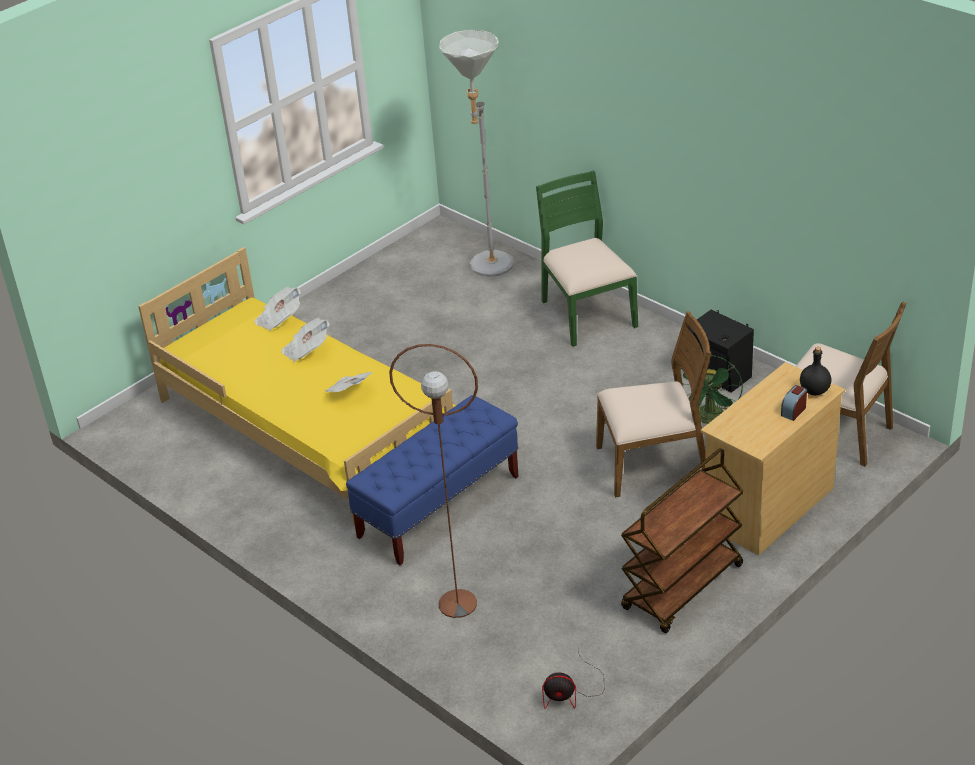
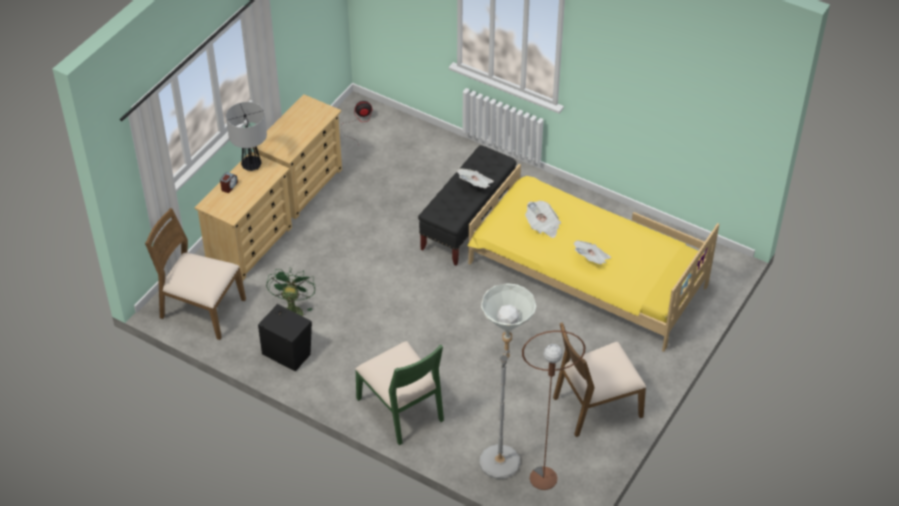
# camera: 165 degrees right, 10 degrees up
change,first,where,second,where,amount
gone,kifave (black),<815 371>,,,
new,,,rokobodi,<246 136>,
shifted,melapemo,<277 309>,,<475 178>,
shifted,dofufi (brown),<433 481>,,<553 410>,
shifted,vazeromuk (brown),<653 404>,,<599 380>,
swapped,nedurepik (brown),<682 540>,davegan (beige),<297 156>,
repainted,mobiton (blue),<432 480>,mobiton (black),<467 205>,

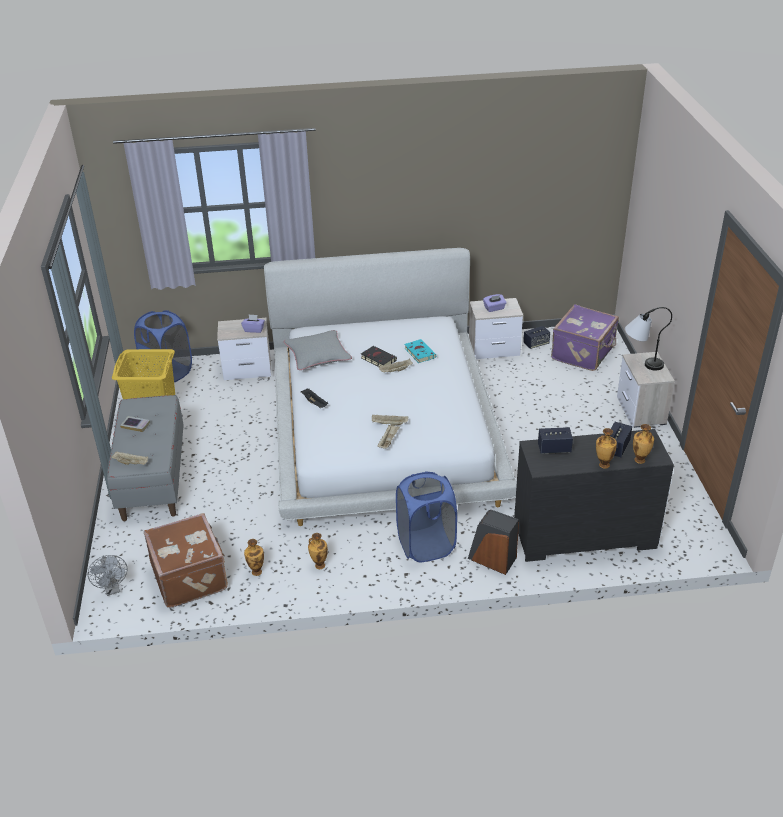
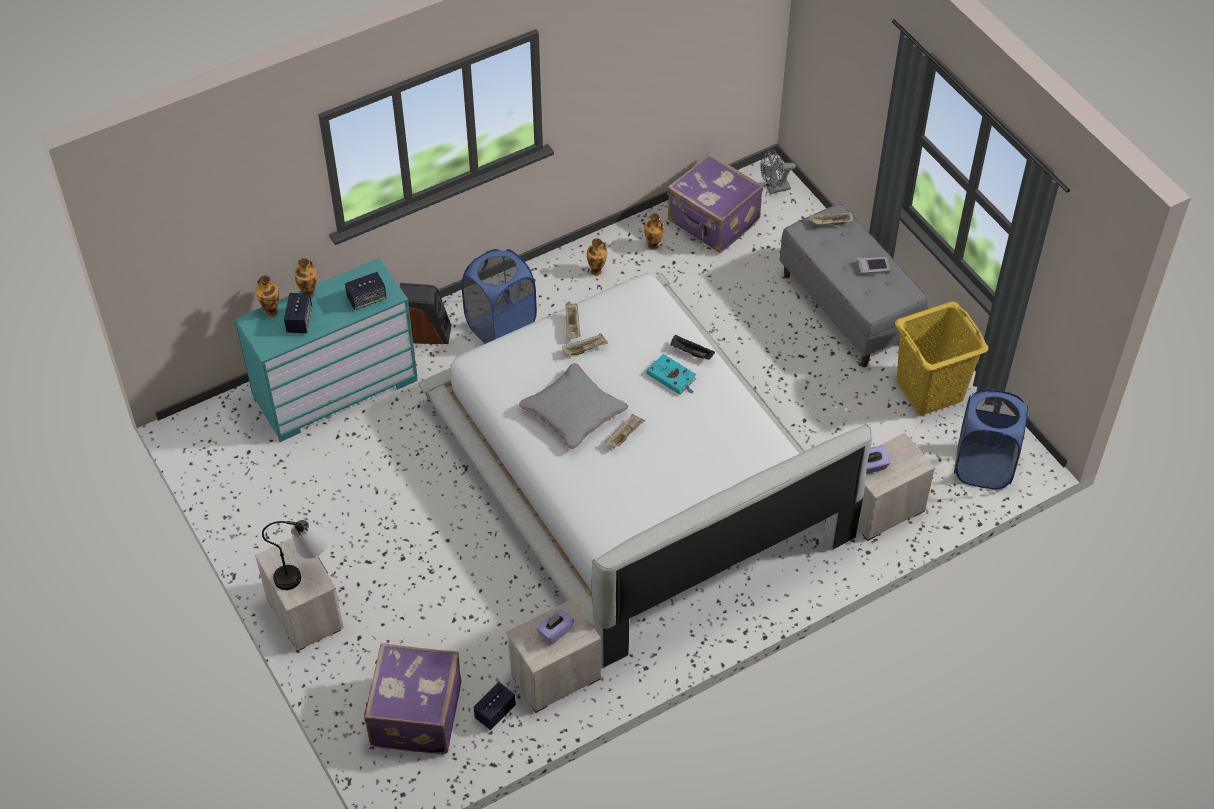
# camera: 155 degrees right, 15 degrees up
change,first,where,second,where,amount
gone,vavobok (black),<379 356>,,,
shifted,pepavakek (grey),<318 350>,,<573 406>,
shifted,vavobok (turquoise),<420 351>,,<671 374>,
repainted,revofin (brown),<186 560>,revofin (purple),<715 203>,
repainted,davegan (black),<594 495>,davegan (turquoise),<326 350>,
rotated,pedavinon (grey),<107 575>,,<778 171>,60 degrees counterclockwise

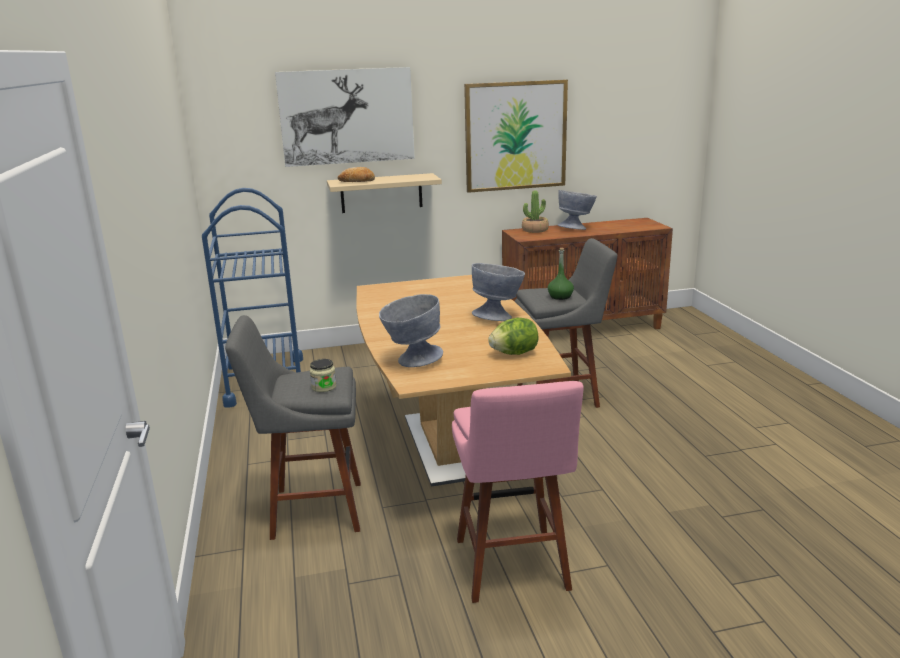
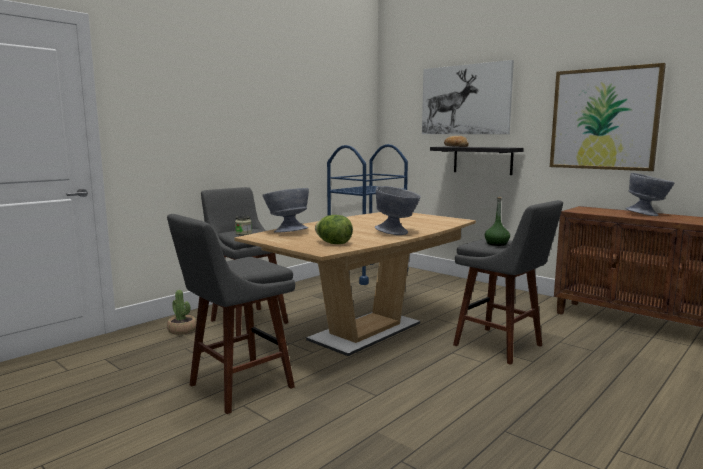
# camera: 55 degrees right, 10 degrees down
change,first,where,second,where,amount
shifted,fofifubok,<535 211>,,<182 312>,
repainted,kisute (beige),<384 193>,kisute (black),<477 160>,
repainted,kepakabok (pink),<518 492>,kepakabok (grey),<231 314>,

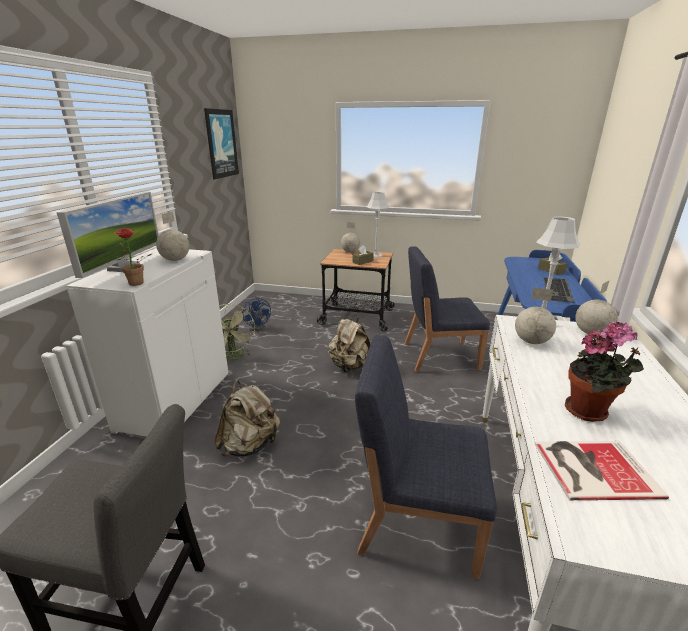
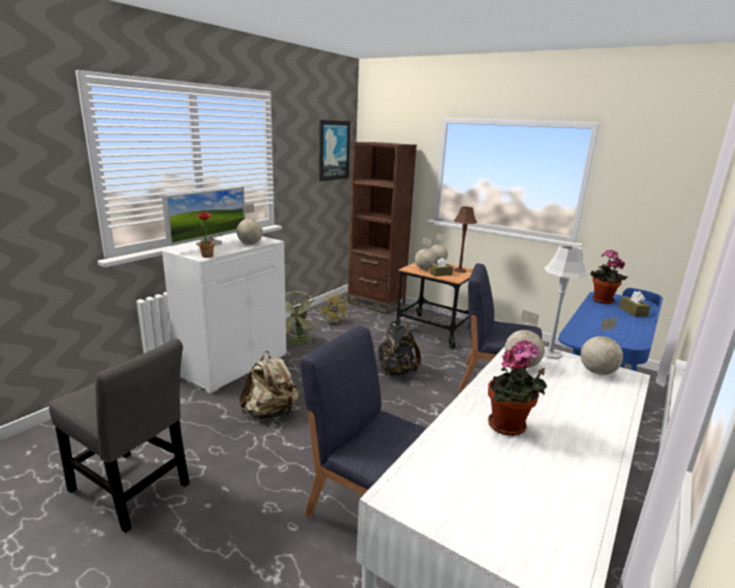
# camera: 20 degrees right, 5 degrees down
change,first,where,second,where,amount
gone,vavobok,<602 470>,,,
gone,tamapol,<559 290>,,,
new,,,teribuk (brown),<382 228>,
new,,,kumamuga,<425 253>,
new,,,fofifubok,<609 276>,
repainted,pedavinon (blue),<257 314>,pedavinon (yellow),<334 308>,
repainted,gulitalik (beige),<349 343>,gulitalik (black),<399 349>,
repainted,rokobodi (grey),<378 225>,rokobodi (brown),<465 239>,

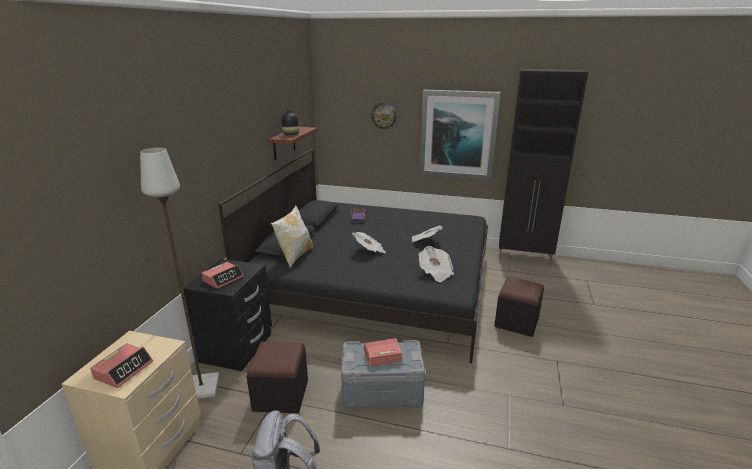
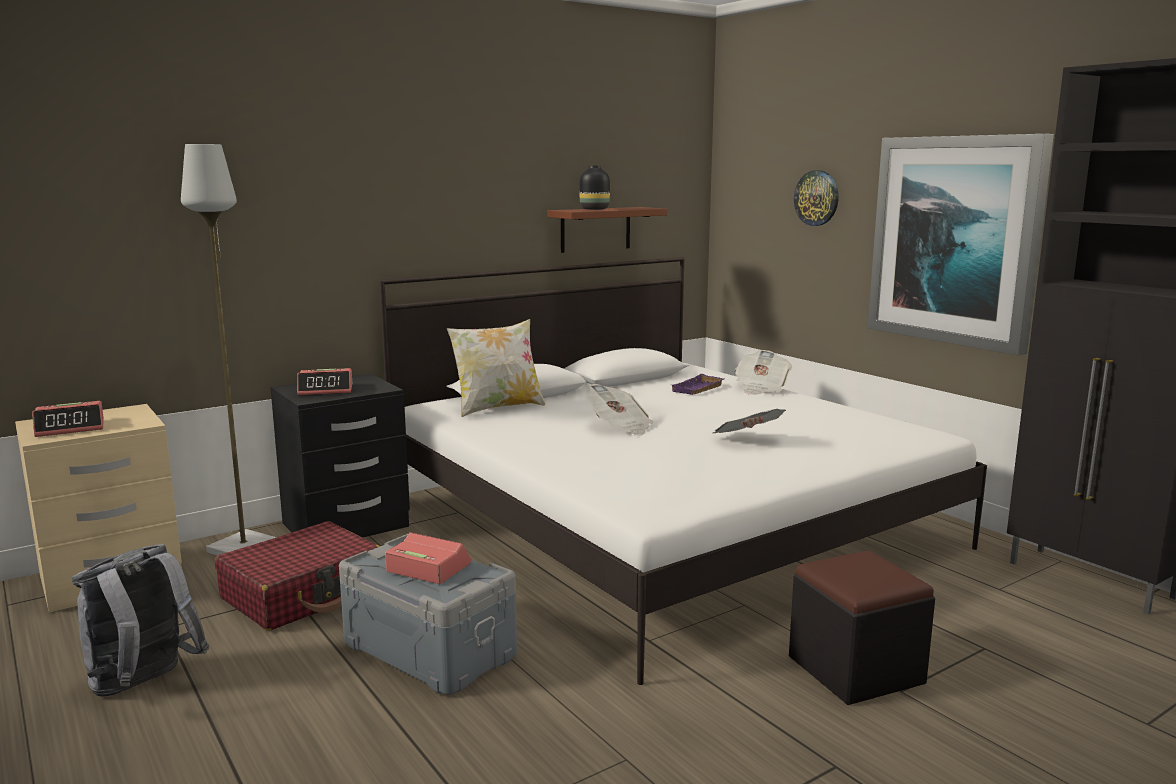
# camera: 40 degrees right, 10 degrees down
change,first,where,second,where,amount
shifted,melapemo,<436 264>,,<763 372>,
swapped,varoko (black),<277 377>,revofin (red),<297 576>,
repainted,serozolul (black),<353 255>,serozolul (white),<683 471>,

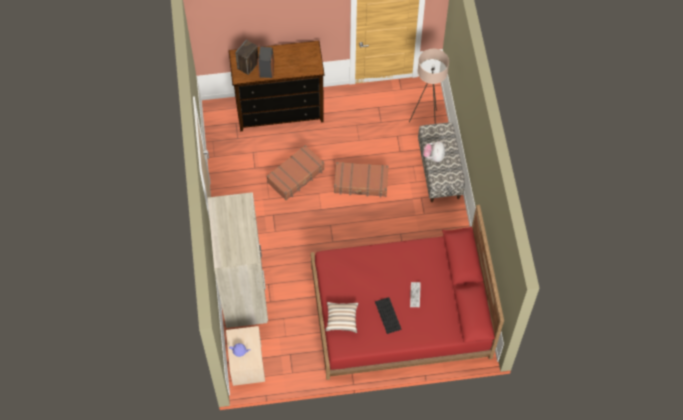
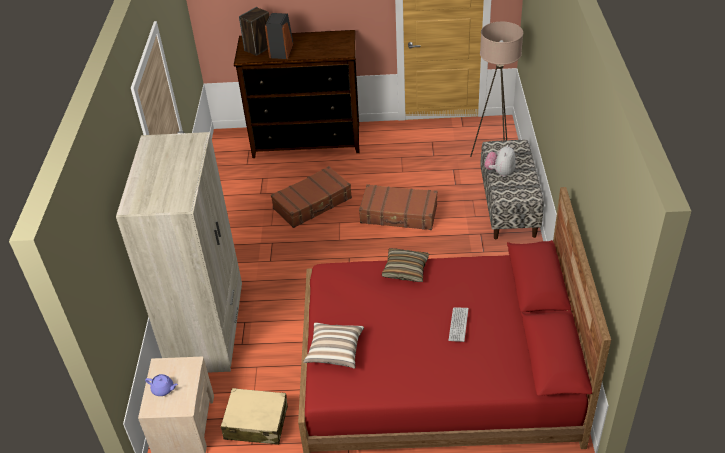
# camera: 10 degrees right, 20 degrees down
change,first,where,second,where,amount
gone,tamapol,<388 315>,,,
new,,,revofin (beige),<254 416>,
new,,,pepavakek,<406 265>,

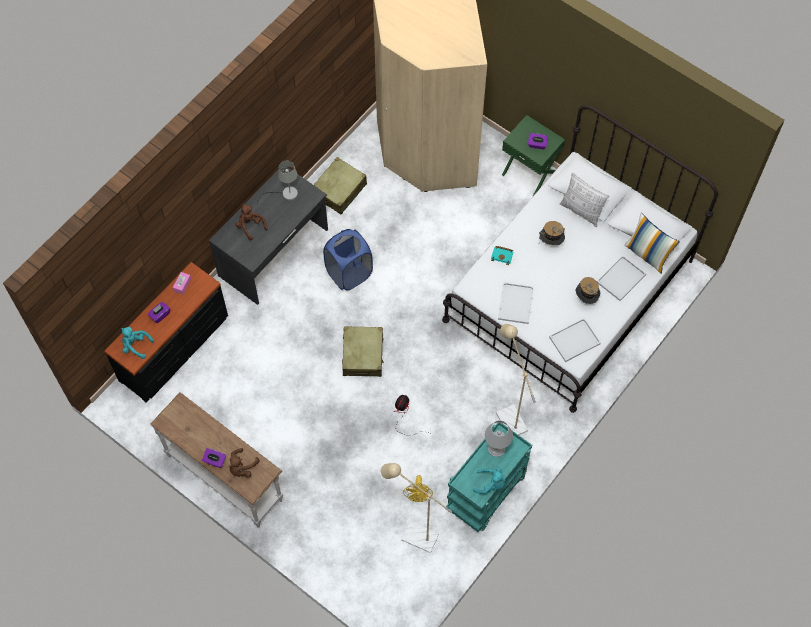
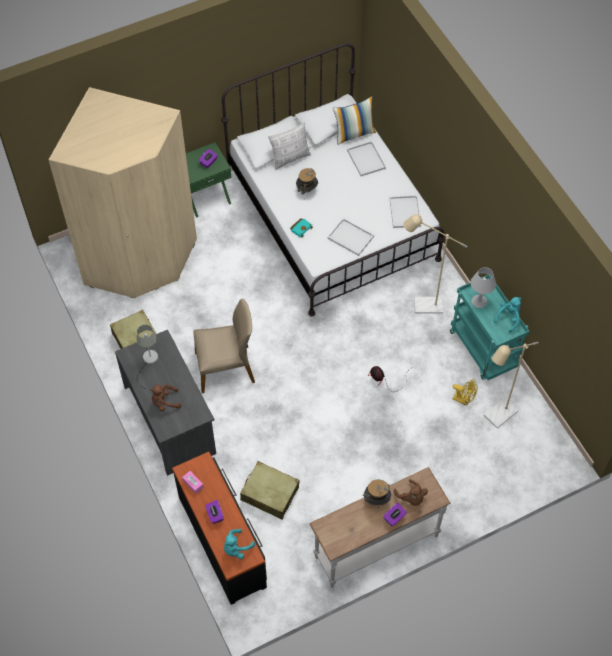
# camera: 65 degrees left, 5 degrees down
change,first,where,second,where,amount
shifted,revofin (beige),<363 351>,,<270 490>,
shifted,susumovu,<587 290>,,<377 492>,
swapped,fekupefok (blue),<348 259>,vazeromuk (beige),<224 346>,

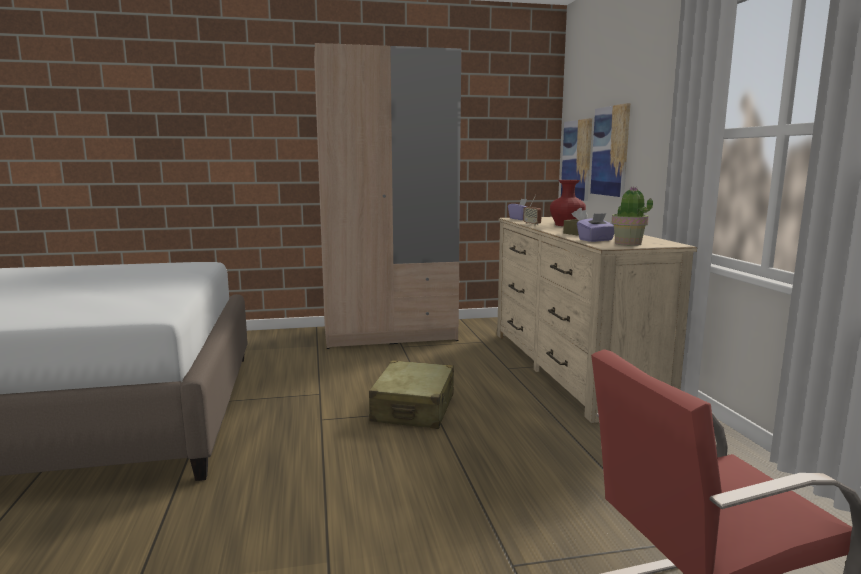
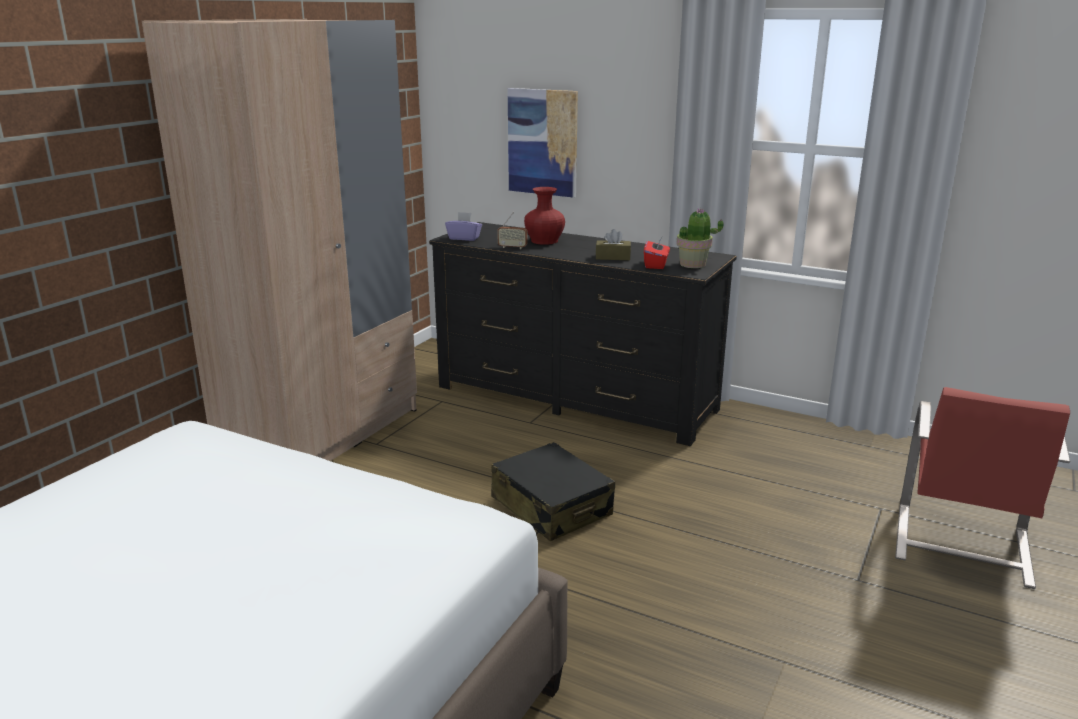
# camera: 50 degrees left, 10 degrees up
change,first,where,second,where,amount
gone,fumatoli,<576 159>,,,
repainted,revofin (beige),<411 394>,revofin (black),<553 491>,
repainted,davegan (beige),<597 320>,davegan (black),<583 334>,
repainted,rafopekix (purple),<595 227>,rafopekix (red),<657 252>,

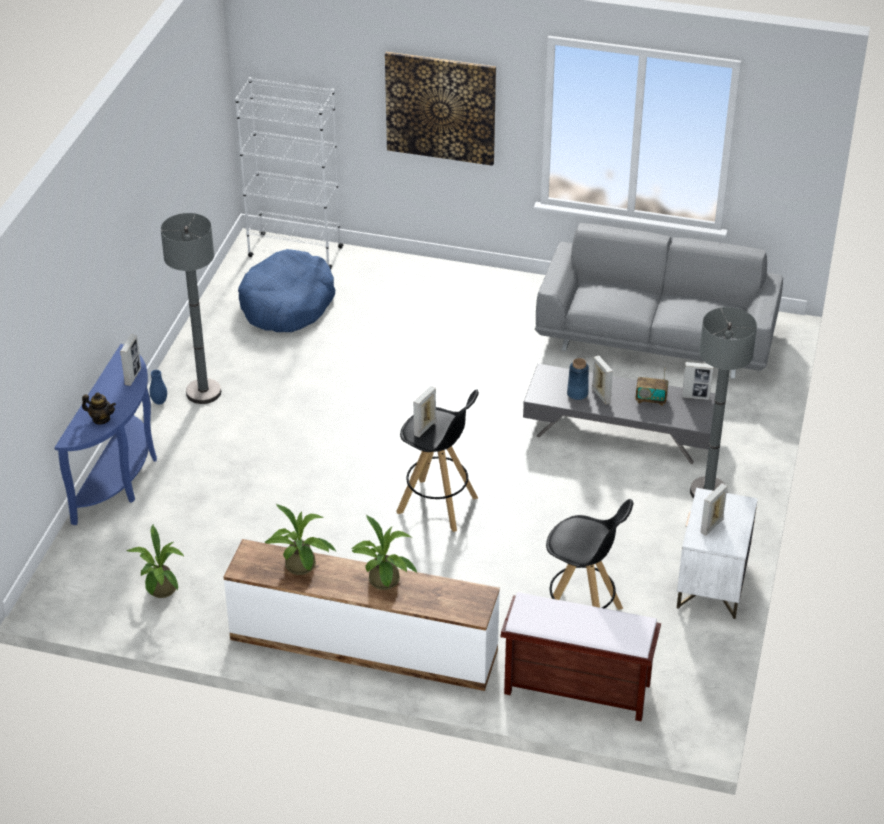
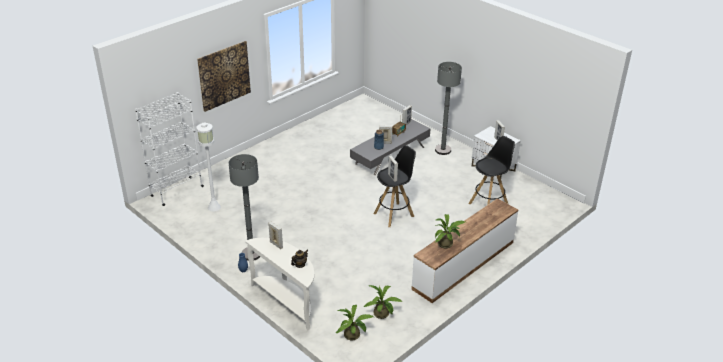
# camera: 60 degrees left, 5 degrees down
change,first,where,second,where,amount
gone,mobiton (brown),<580 656>,,,
gone,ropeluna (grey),<659 301>,,,
shifted,fofifubok,<384 552>,,<355 322>,
swapped,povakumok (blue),<286 290>,dofufi (white),<208 167>,
repainted,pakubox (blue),<105 434>,pakubox (white),<279 284>,

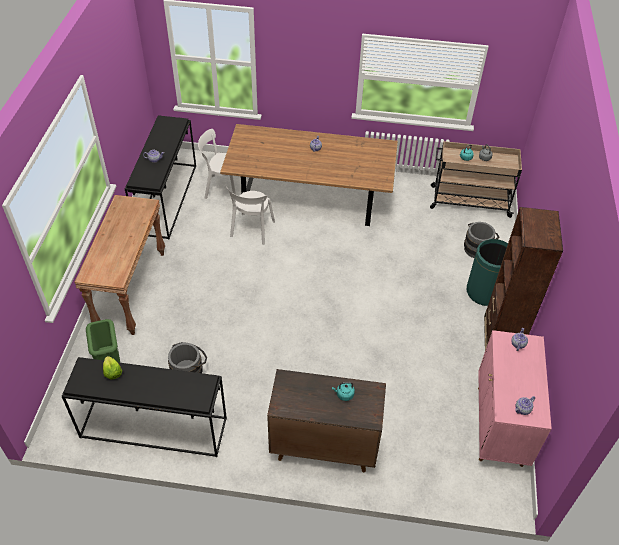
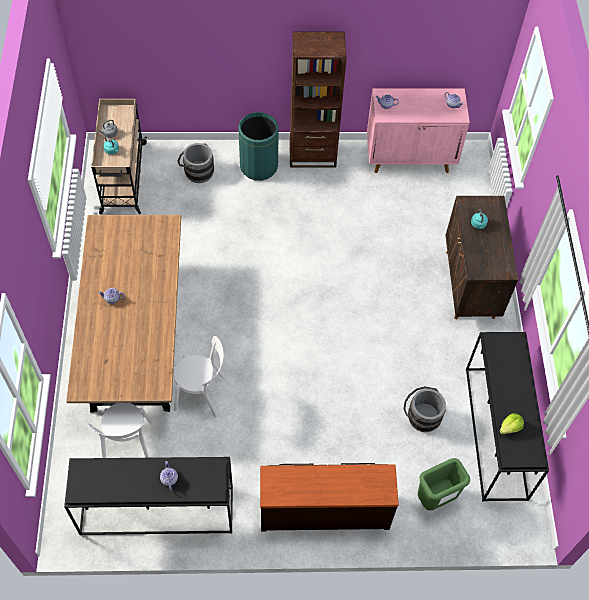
# camera: 100 degrees left, 10 degrees up
change,first,where,second,where,amount
swapped,pakubox (brown),<119 265>,davegan (brown),<329 497>,

